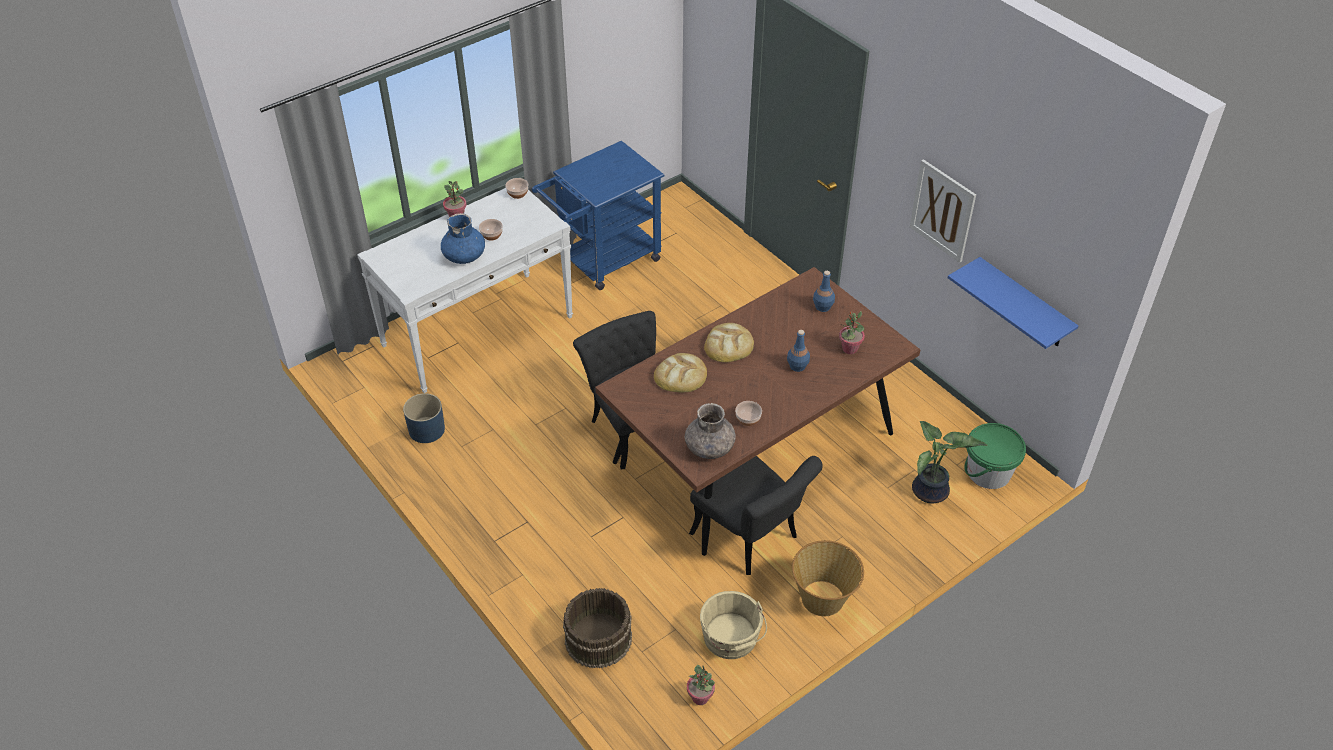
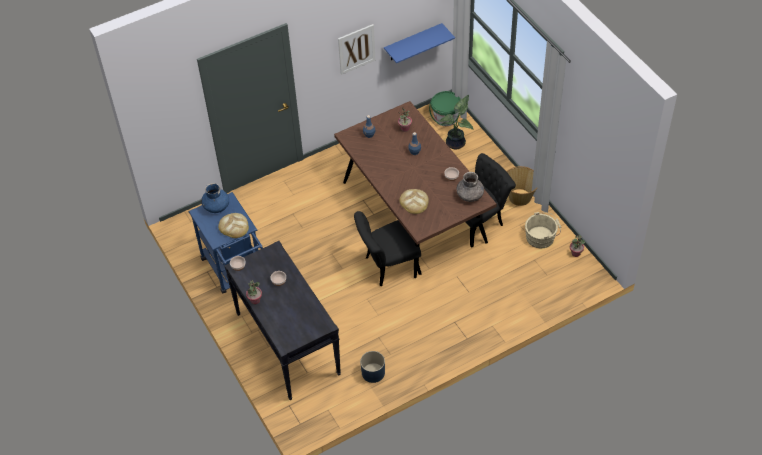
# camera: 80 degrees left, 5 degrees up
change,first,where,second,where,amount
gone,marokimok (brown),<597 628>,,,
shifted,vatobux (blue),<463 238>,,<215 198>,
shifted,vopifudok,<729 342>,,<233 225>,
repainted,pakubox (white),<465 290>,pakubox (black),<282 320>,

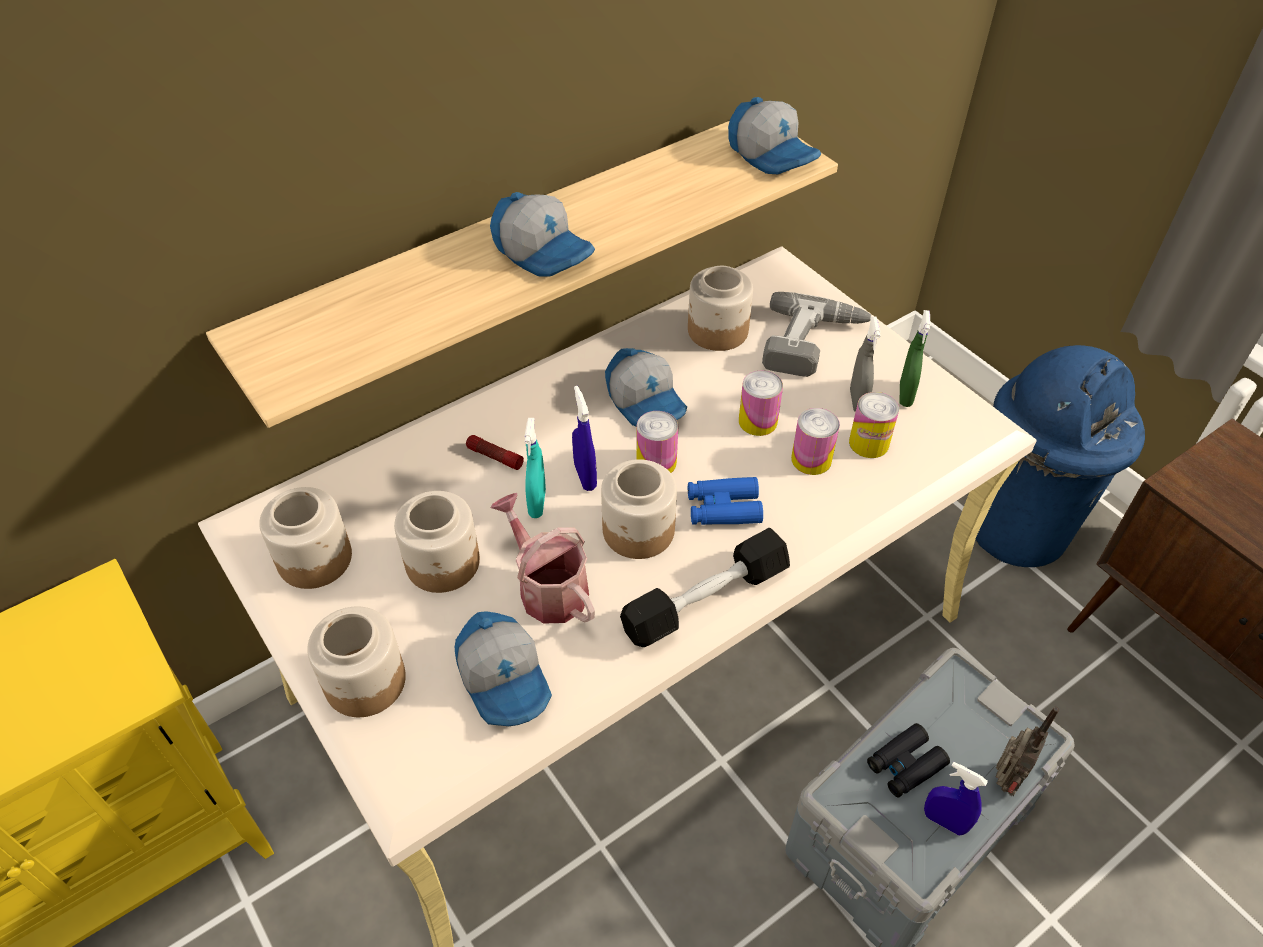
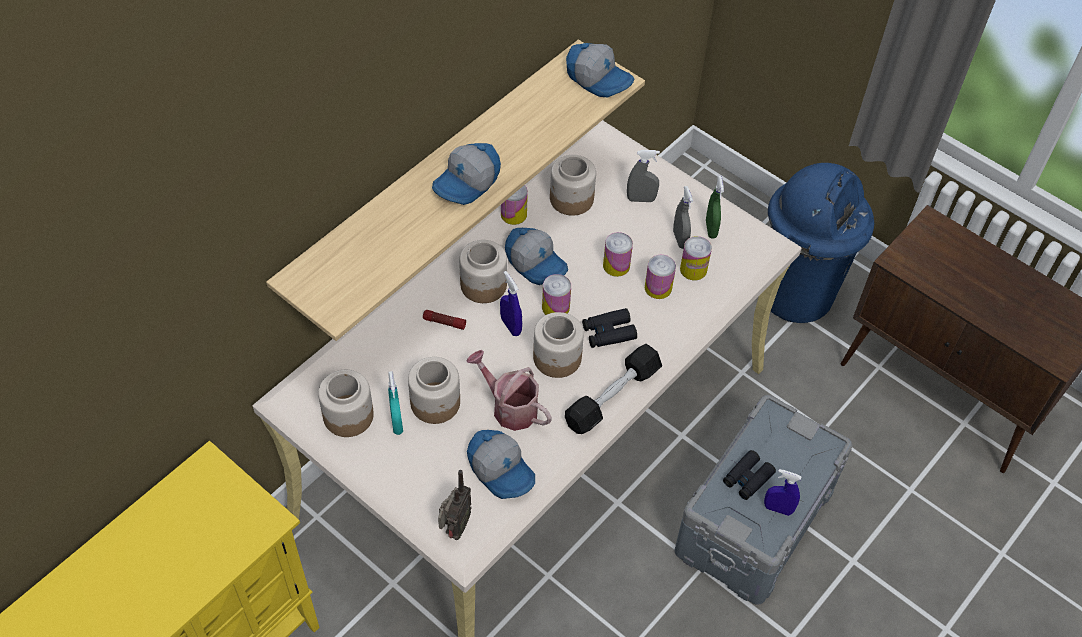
# camera: 15 degrees left, 5 degrees up
change,first,where,second,where,amount
new,,,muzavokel,<514 205>,
shifted,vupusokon,<356 661>,,<483 271>,
shifted,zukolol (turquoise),<535 468>,,<395 403>,
shifted,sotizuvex,<1027 751>,,<454 505>,
swapped,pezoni,<816 334>,zukolol (grey),<643 176>,
repainted,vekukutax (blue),<725 501>,vekukutax (black),<609 328>,
rotated,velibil,<542 234>,,<466 174>,105 degrees clockwise

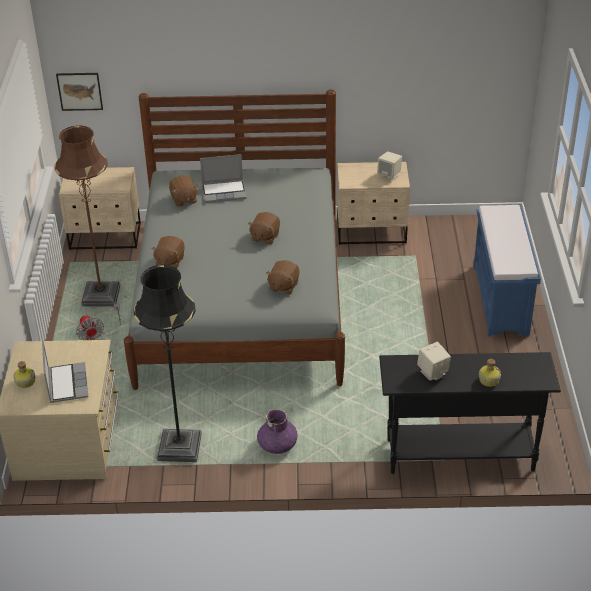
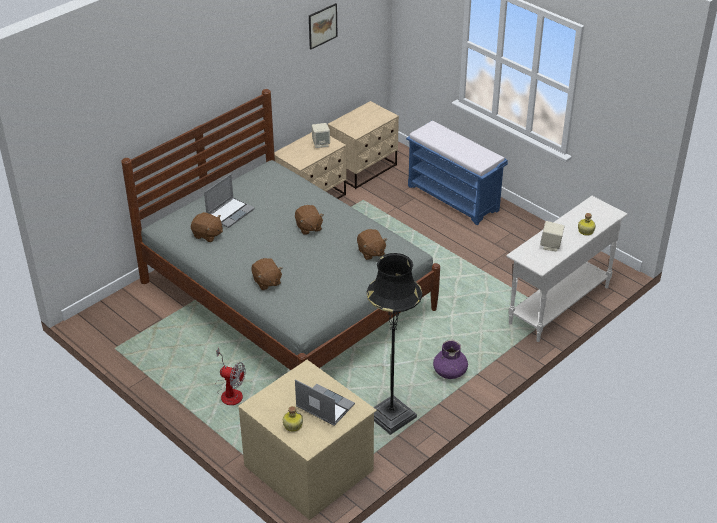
# camera: 45 degrees left, 0 degrees up
change,first,where,second,where,amount
gone,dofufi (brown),<88 215>,,,
shifted,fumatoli,<79 92>,,<323 26>,
shifted,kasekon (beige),<100 208>,,<363 145>,
repainted,pakubox (black),<470 413>,pakubox (white),<567 269>,

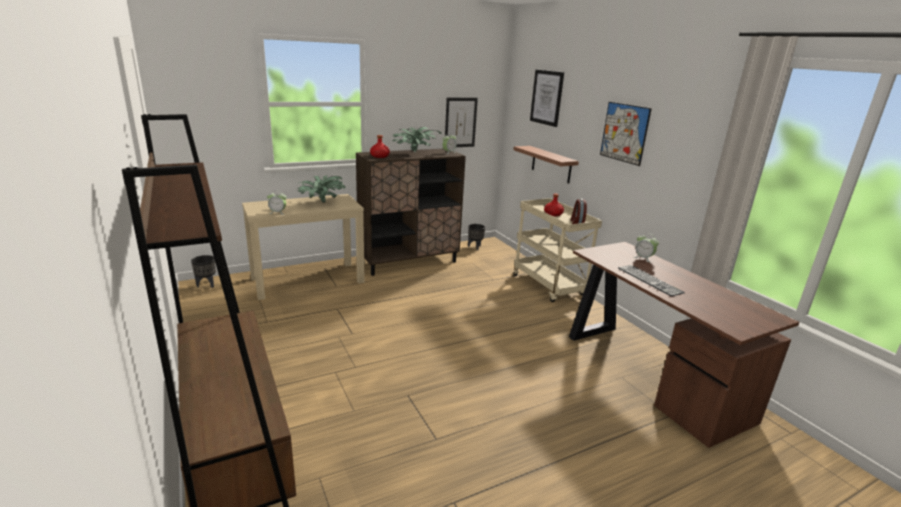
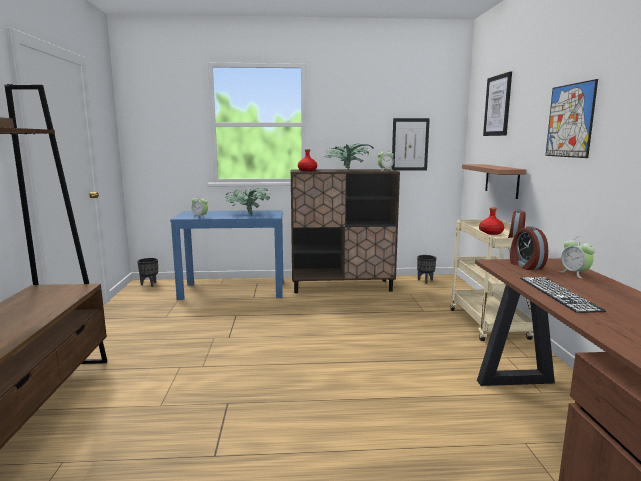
# camera: 25 degrees right, 10 degrees down
change,first,where,second,where,amount
new,,,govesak,<529 248>,
repainted,pakubox (beige),<303 247>,pakubox (blue),<226 255>,

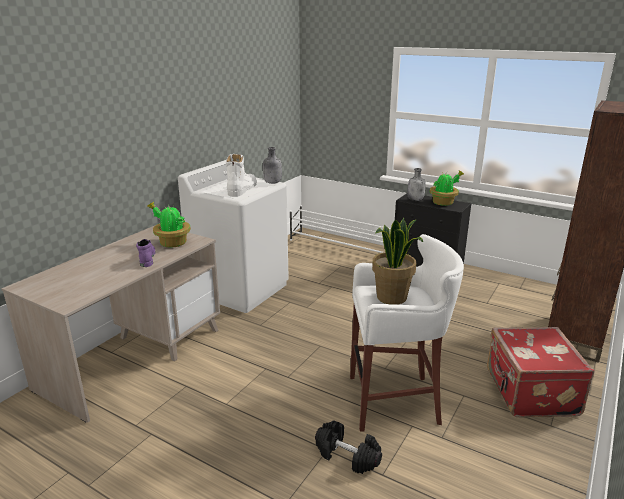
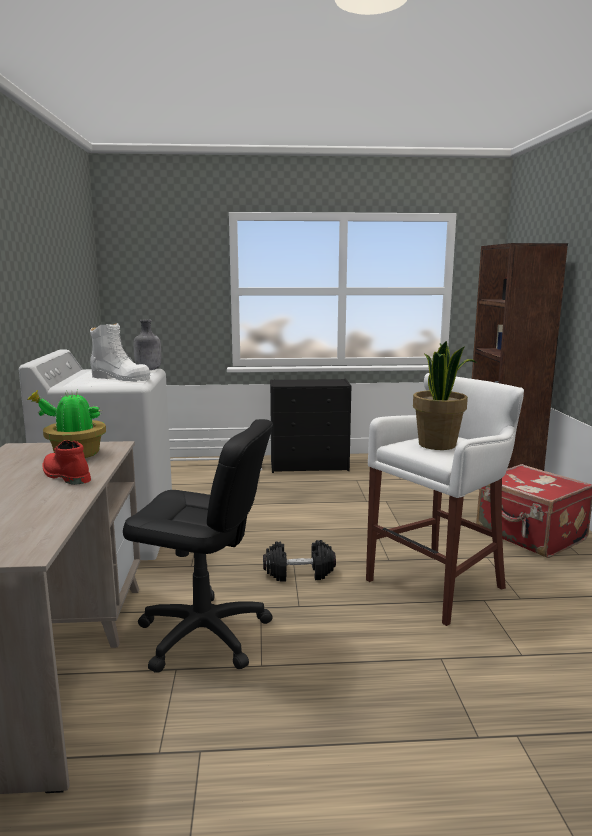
# camera: 35 degrees left, 10 degrees down
change,first,where,second,where,amount
gone,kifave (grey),<417 184>,,,
gone,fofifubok,<446 188>,,,
new,,,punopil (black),<198 546>,
shifted,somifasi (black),<348 447>,,<299 561>,
repainted,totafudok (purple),<146 253>,totafudok (red),<66 462>,
rotated,totafudok (white),<241 175>,,<120 352>,135 degrees clockwise

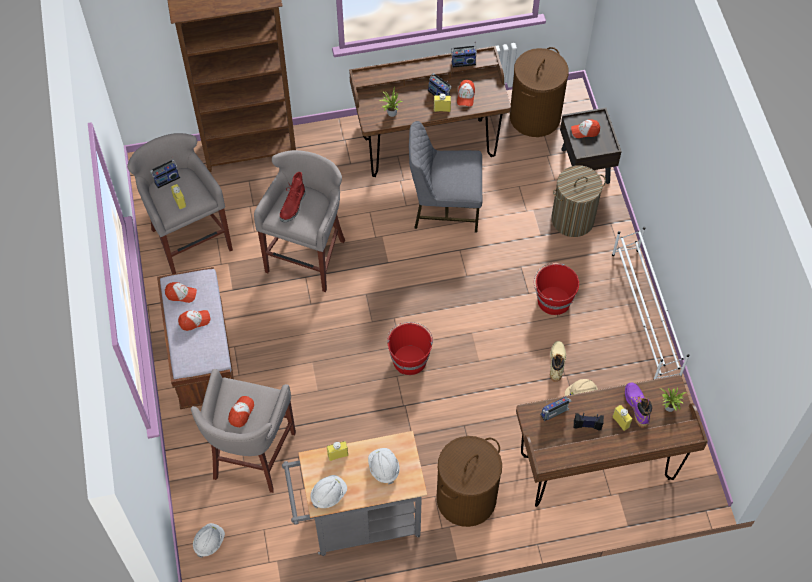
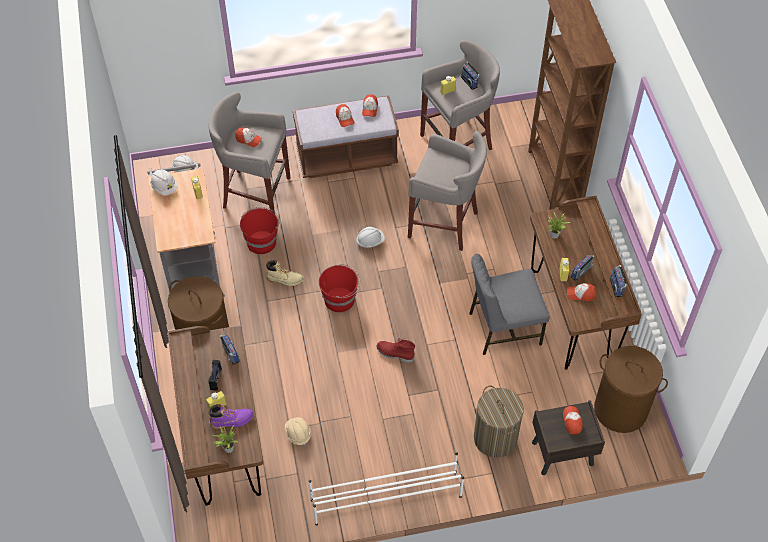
# camera: 90 degrees right, 5 degrees down
change,first,where,second,where,amount
shifted,totafudok (red),<292 197>,,<396 350>,
shifted,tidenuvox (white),<384 466>,,<370 237>,
shifted,marokimok (red),<556 289>,,<260 230>,
shifted,totafudok (beige),<558 361>,,<285 273>,
rotated,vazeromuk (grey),<445 177>,,<509 304>,105 degrees counterclockwise

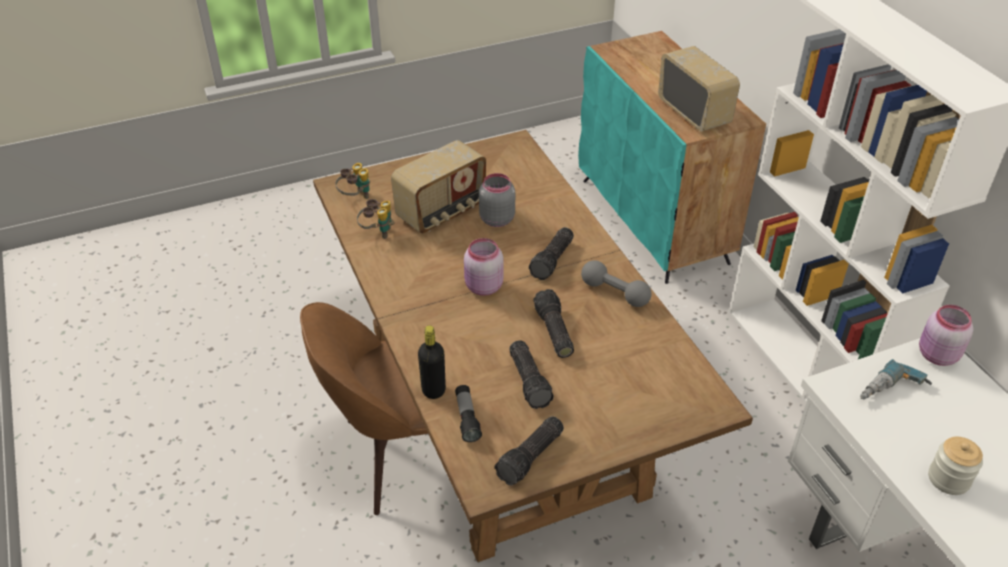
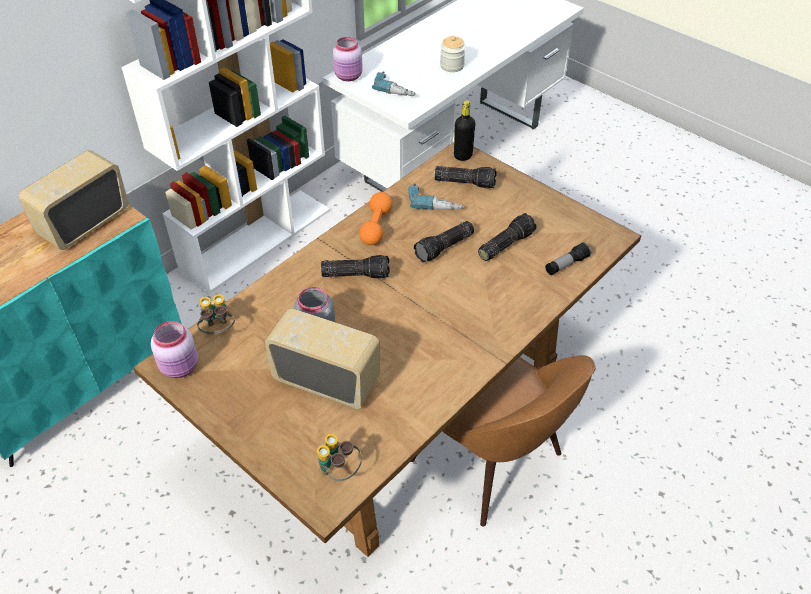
# camera: 115 degrees left, 5 degrees up
change,first,where,second,where,amount
new,,,pezoni,<436 196>,
shifted,vekukutax,<375 219>,,<216 314>,
shifted,kifave (black),<432 362>,,<464 130>,
shifted,vupusokon (pink),<484 267>,,<174 349>,
shifted,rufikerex,<529 451>,,<465 177>,
repainted,somifasi (grey),<616 283>,somifasi (orange),<376 218>,

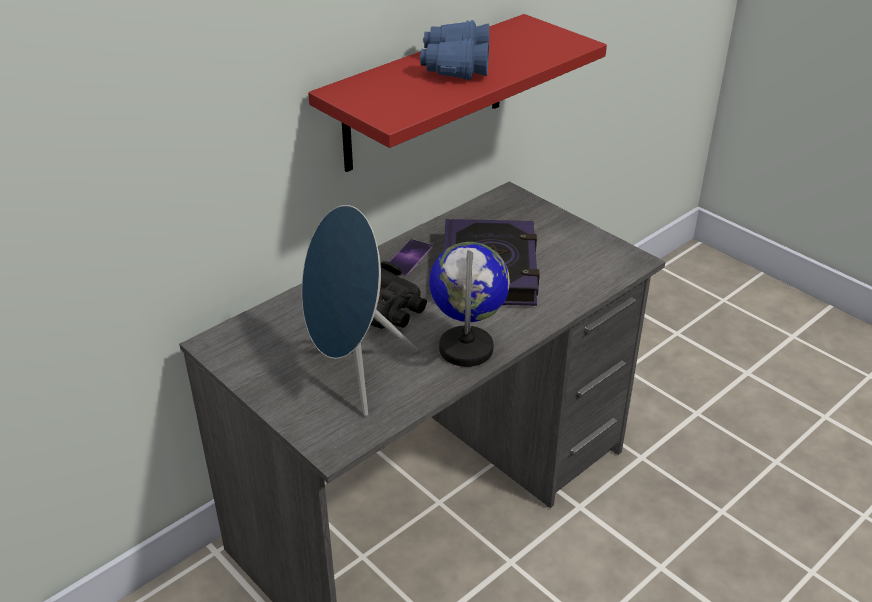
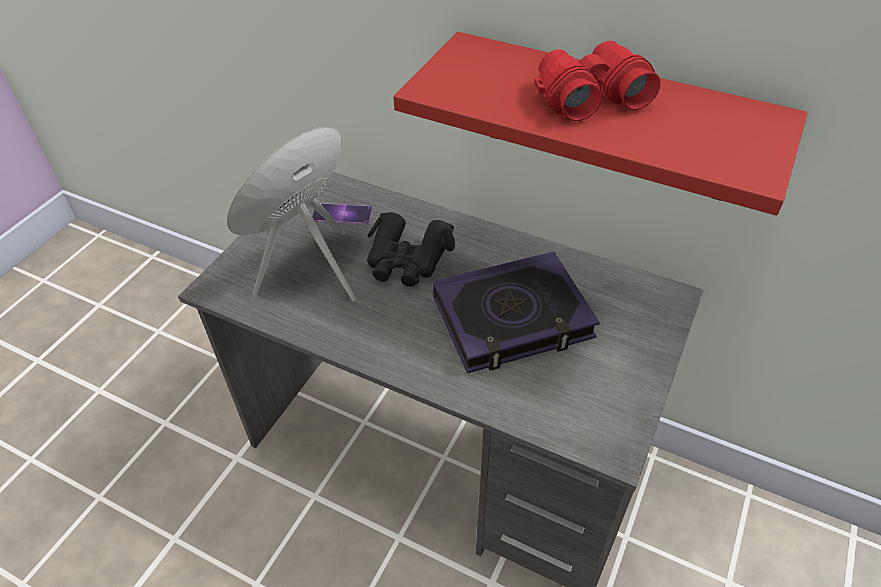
# camera: 70 degrees right, 10 degrees up
change,first,where,second,where,amount
gone,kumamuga,<469 304>,,,
shifted,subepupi,<410 257>,,<342 214>,
repainted,vekukutax (blue),<454 50>,vekukutax (red),<597 81>,

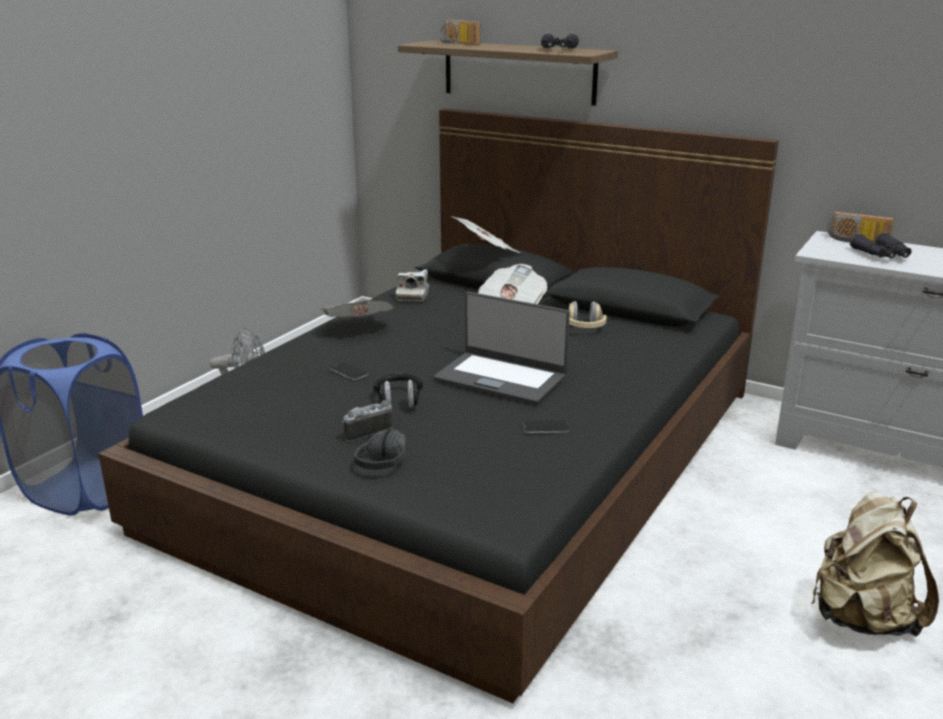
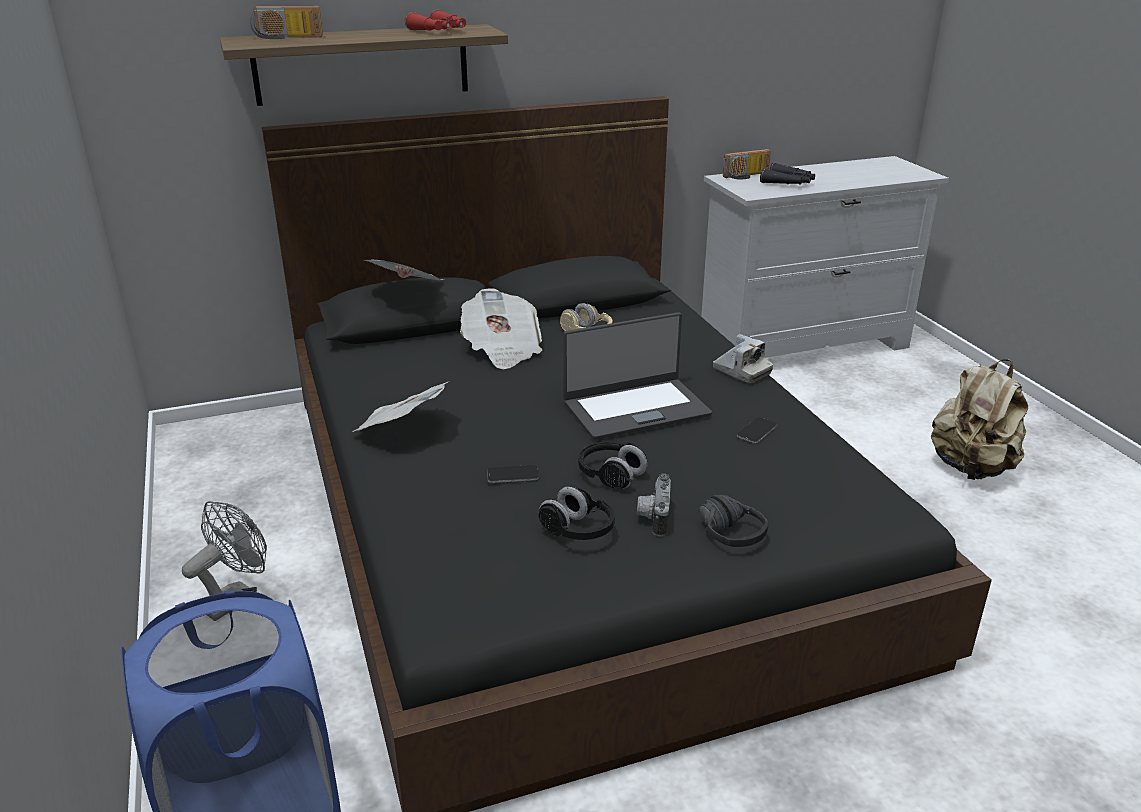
# camera: 50 degrees left, 5 degrees up
change,first,where,second,where,amount
new,,,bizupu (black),<576 513>,
shifted,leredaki,<412 285>,,<743 359>,
repainted,vekukutax (black),<560 41>,vekukutax (red),<435 20>,

